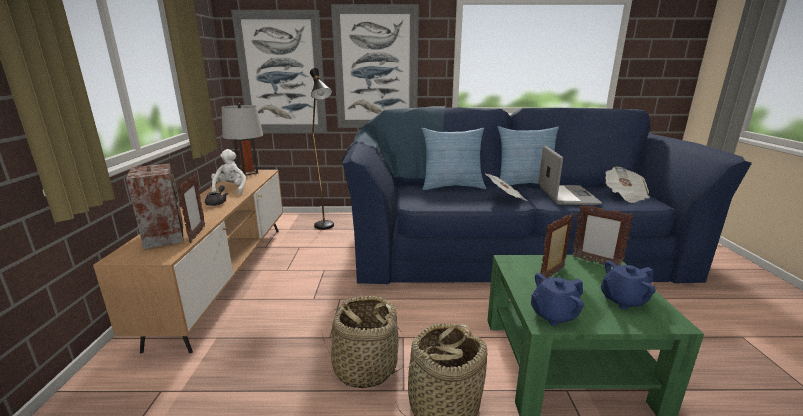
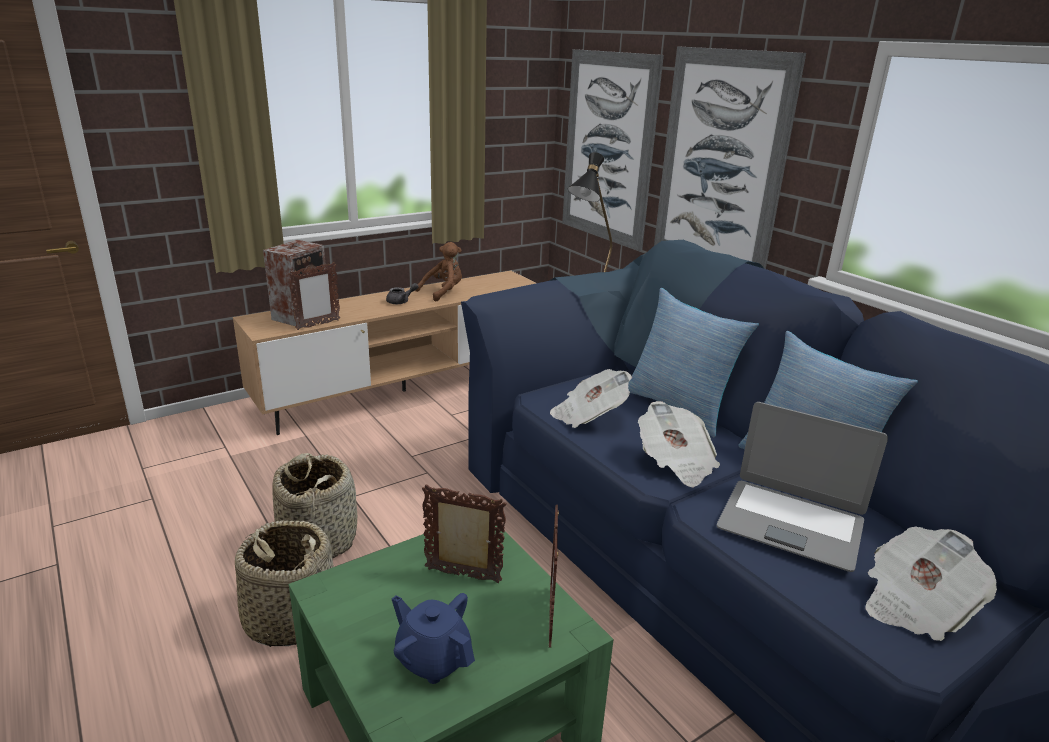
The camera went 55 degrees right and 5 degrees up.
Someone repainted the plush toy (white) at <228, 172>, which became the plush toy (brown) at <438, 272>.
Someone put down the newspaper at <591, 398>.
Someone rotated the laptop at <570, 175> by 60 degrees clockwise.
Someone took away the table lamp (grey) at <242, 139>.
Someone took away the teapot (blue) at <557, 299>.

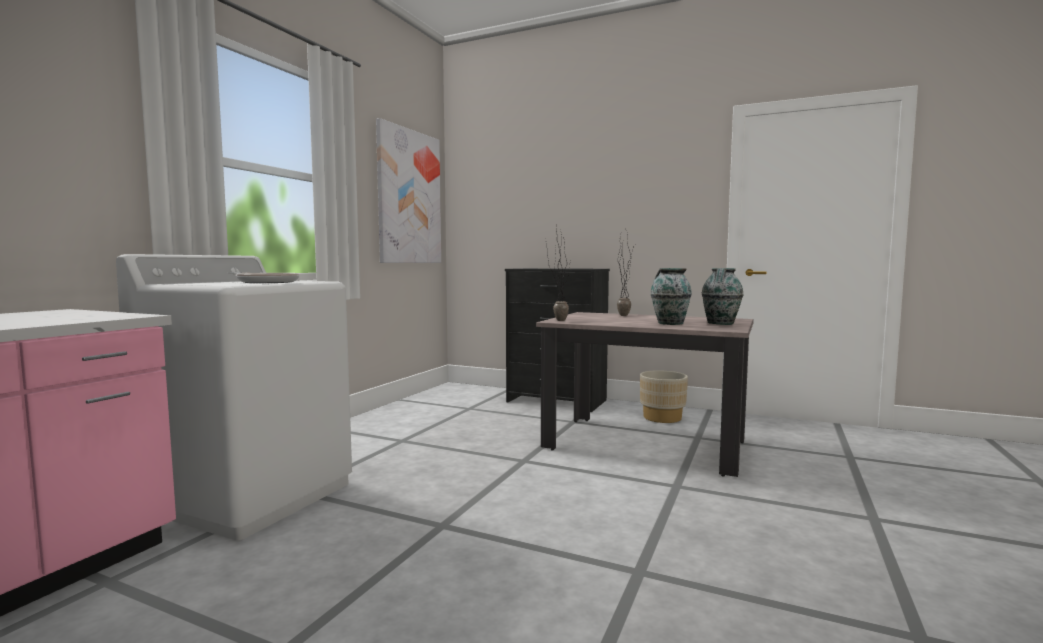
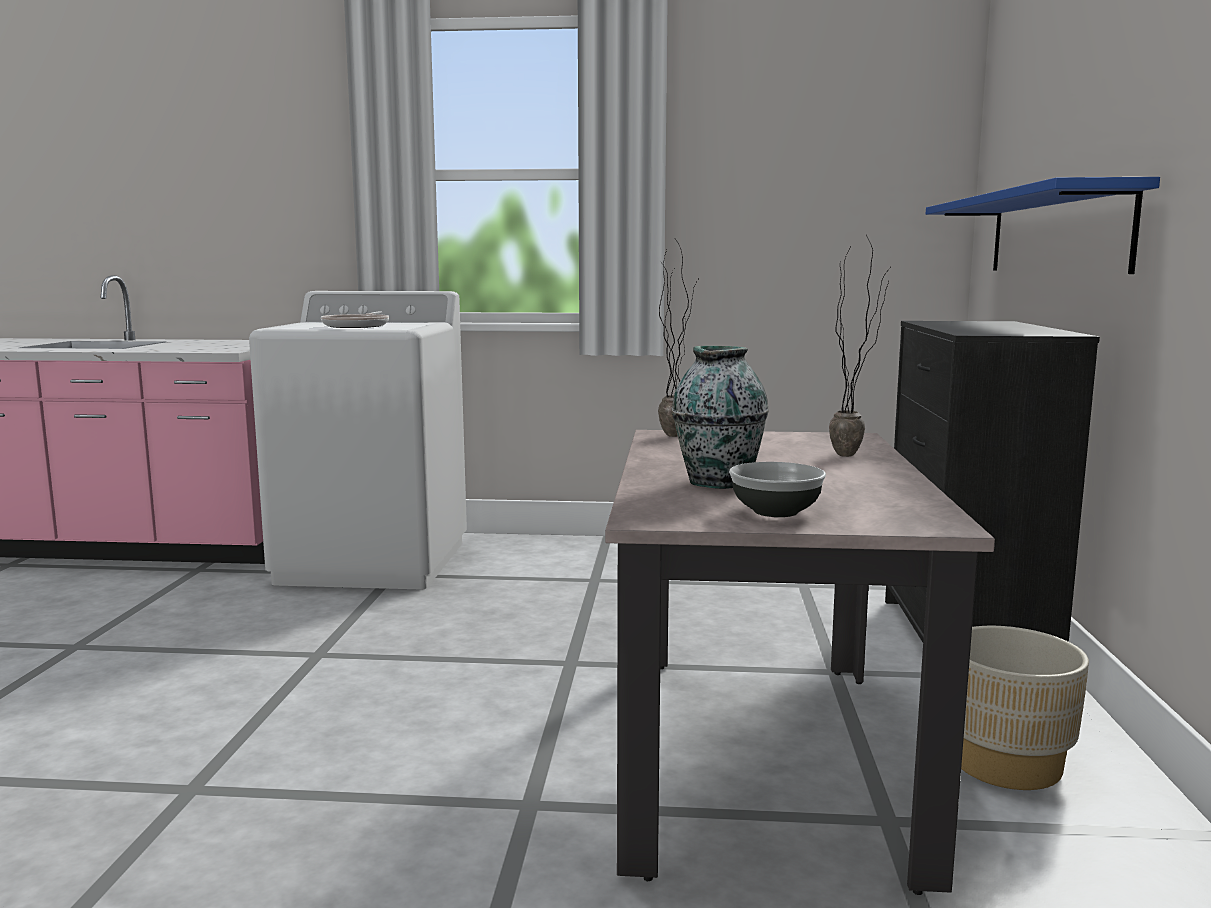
The camera went 70 degrees right and 5 degrees up.
Someone swapped the vase at <723, 296> for the bowl at <777, 489>.
Someone put up the shelf (blue) at <1043, 225>.
Someone took away the picture at <408, 190>.

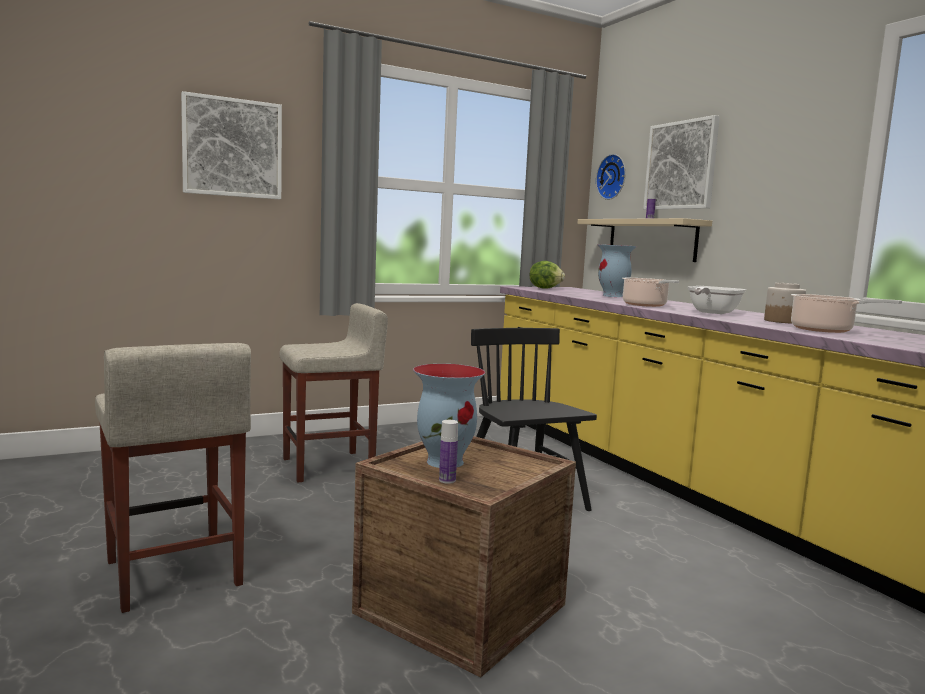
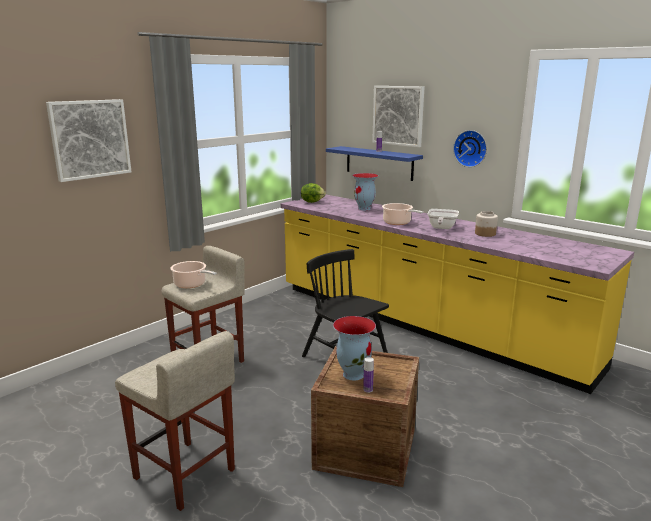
The camera went 20 degrees left and 10 degrees up.
Someone carried the cooking pot from <846, 313> to <194, 274>.
Someone repainted the shelf (beige) at <644, 240>, which became the shelf (blue) at <374, 163>.
Someone carried the wall clock from <611, 177> to <470, 148>.

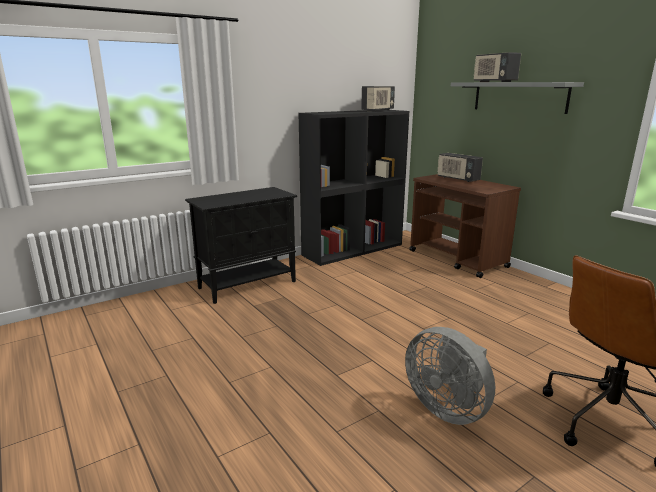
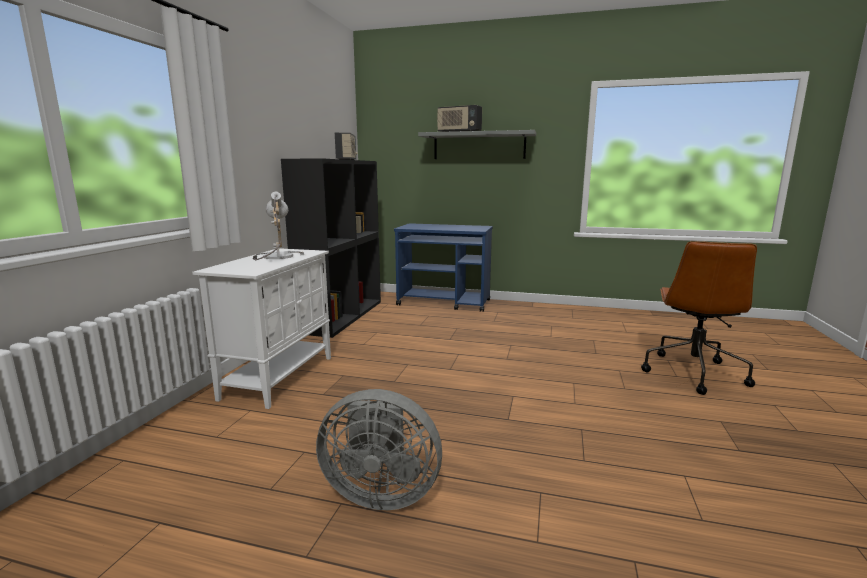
The camera went 40 degrees left and 5 degrees down.
Someone repainted the cabinet (black) at <241, 245>, which became the cabinet (white) at <261, 328>.
Someone put down the table lamp at <278, 226>.
Someone carried the fan (grey) from <450, 376> to <379, 449>.
Someone repainted the cart (brown) at <465, 226>, which became the cart (blue) at <443, 267>.
Someone took away the radio at <460, 167>.

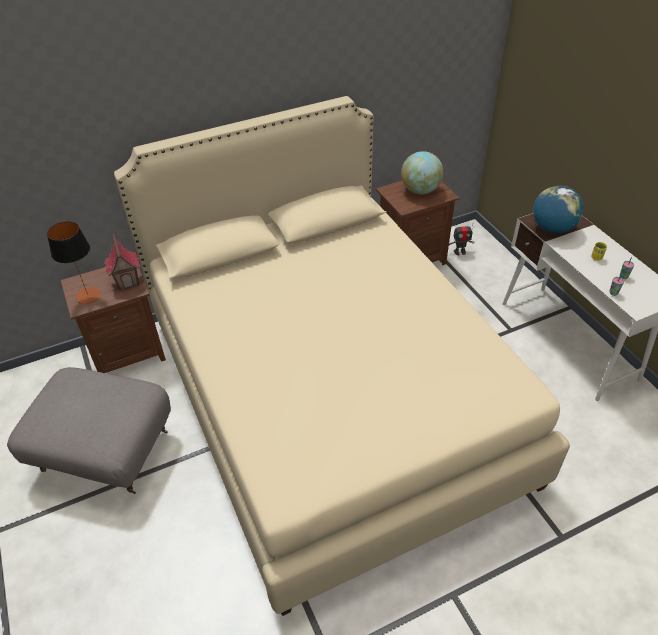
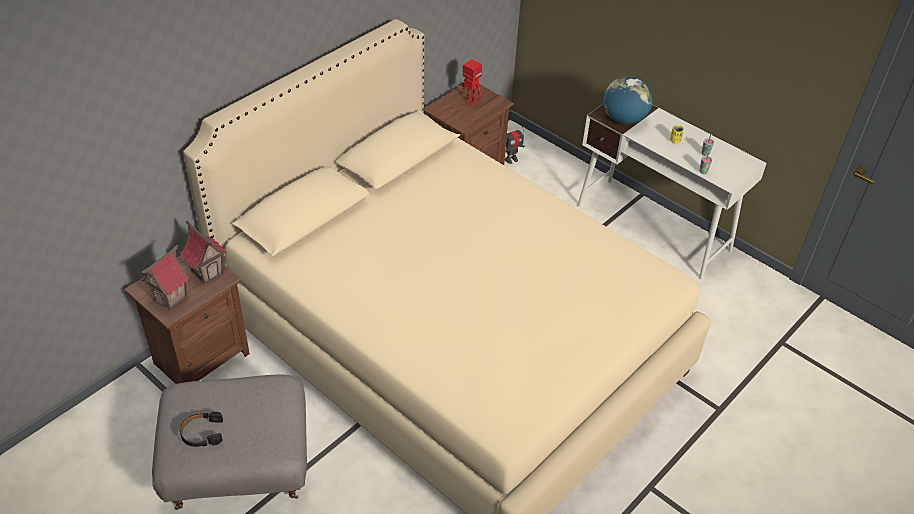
The camera went 25 degrees left and 0 degrees up.
Someone swapped the table lamp at <74, 262> for the toy house at <165, 277>.
Someone put down the headphones (black) at <201, 429>.
Someone swapped the globe at <422, 172> for the toy robot at <472, 82>.

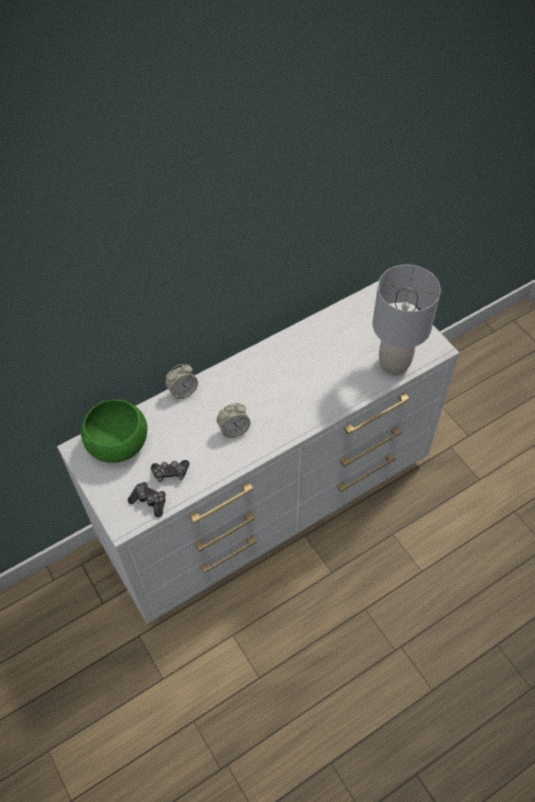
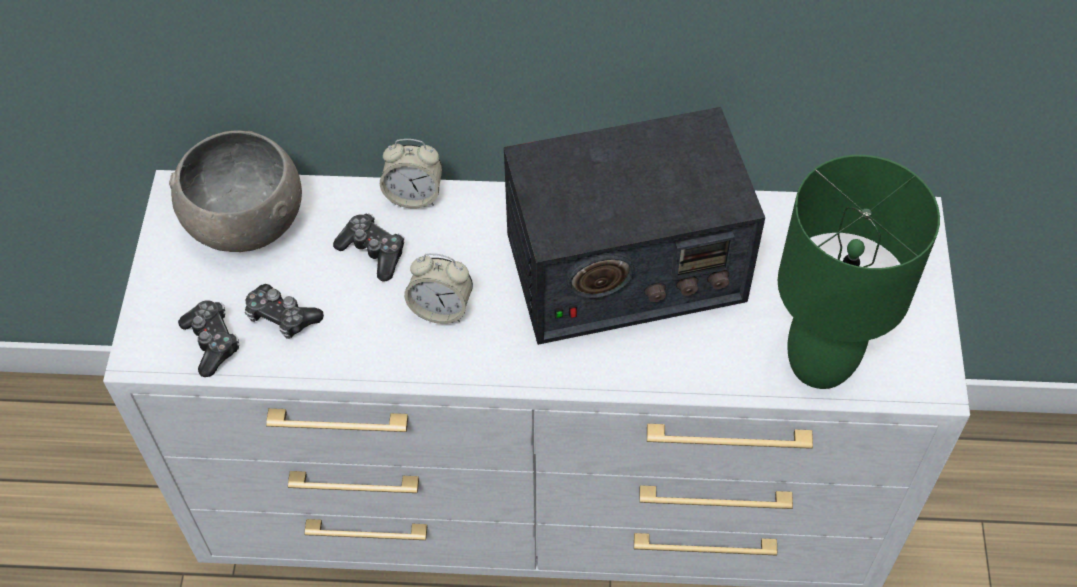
The camera went 35 degrees right and 0 degrees up.
Someone repainted the bowl (green) at <114, 431>, which became the bowl (grey) at <235, 191>.
Someone put down the game controller at <368, 247>.
Someone put down the radio at <634, 226>.
Someone repainted the table lamp (grey) at <406, 320>, which became the table lamp (green) at <859, 272>.

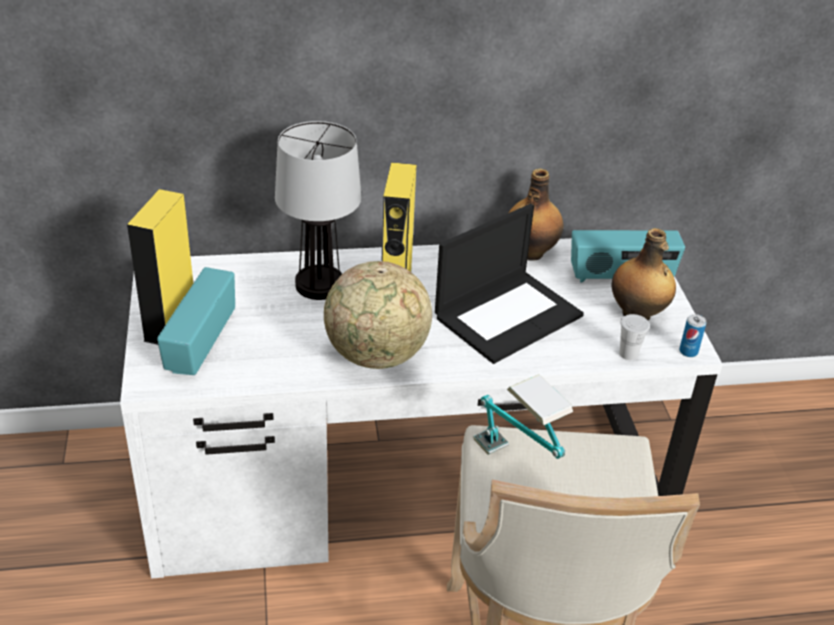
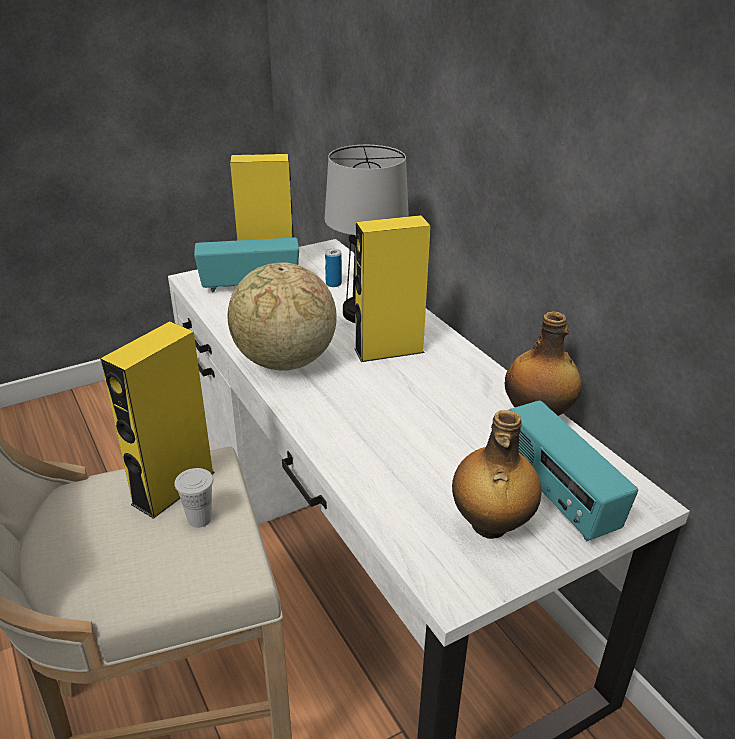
The camera went 70 degrees right and 5 degrees down.
Someone swapped the table lamp at <523, 416> for the speaker (yellow) at <157, 420>.
Someone carried the cup (white) from <635, 337> to <194, 498>.
Someone carried the can from <692, 335> to <333, 268>.
Someone took away the laptop at <509, 284>.

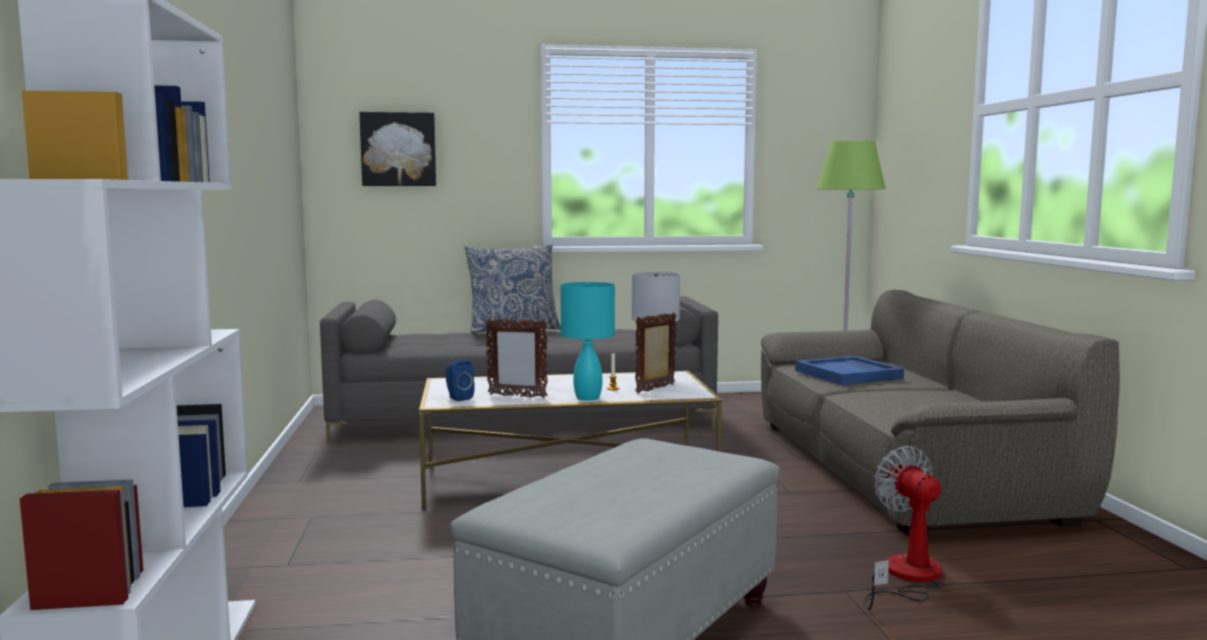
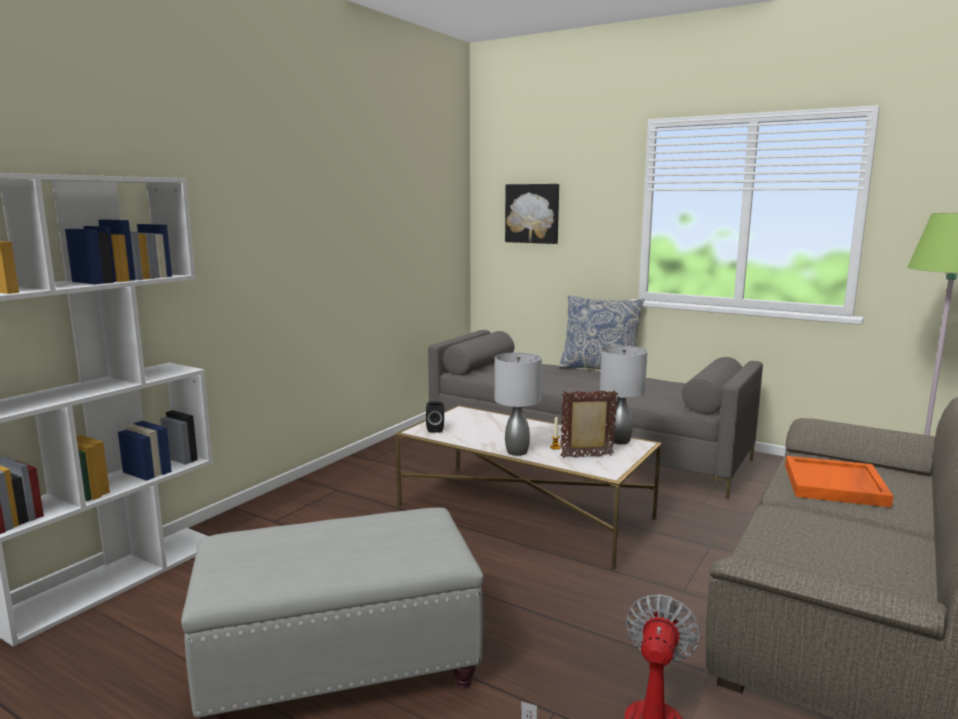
The camera went 40 degrees right and 5 degrees up.
Someone repainted the speaker (blue) at <460, 380>, which became the speaker (black) at <435, 416>.
Someone repainted the table lamp (turquoise) at <587, 341>, which became the table lamp (grey) at <518, 404>.
Someone repainted the tray (blue) at <849, 370>, which became the tray (orange) at <839, 482>.
Someone took away the picture frame at <516, 358>.

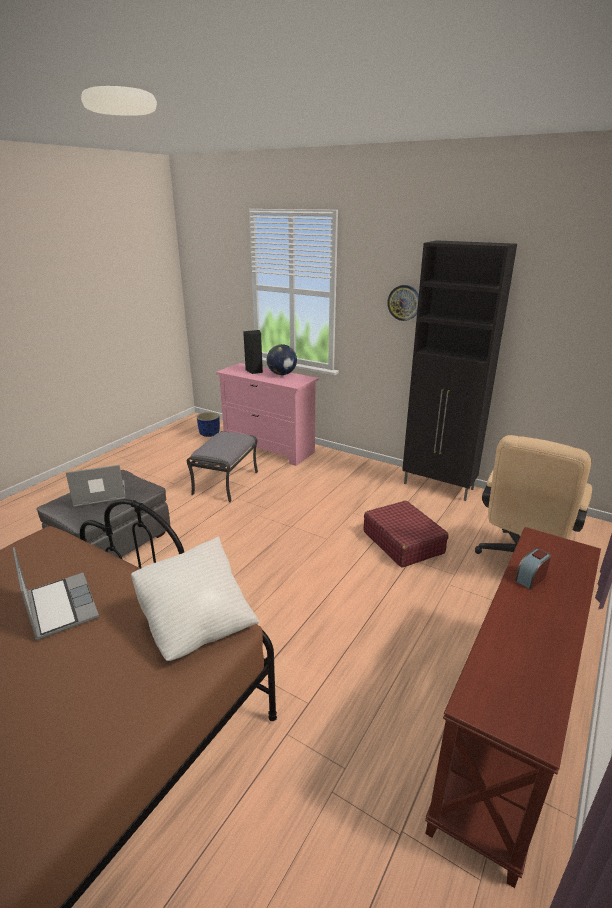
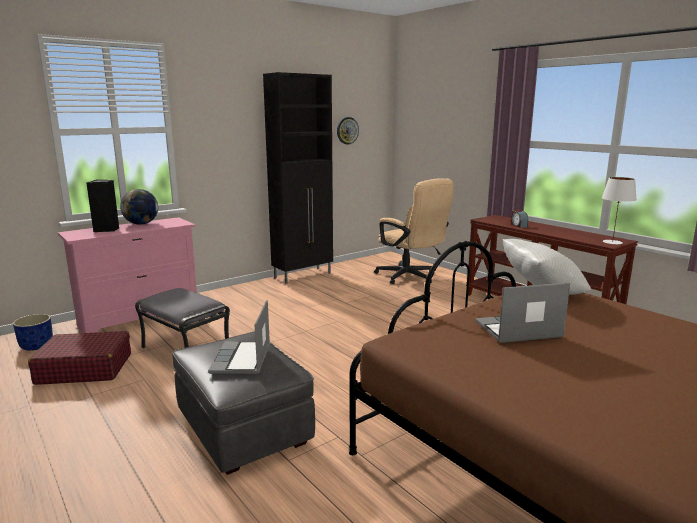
The camera went 70 degrees left and 10 degrees down.
Someone carried the suitcase (red) from <406, 533> to <79, 358>.
Someone carried the wall clock from <403, 303> to <348, 130>.
Someone put down the table lamp (white) at <619, 210>.

